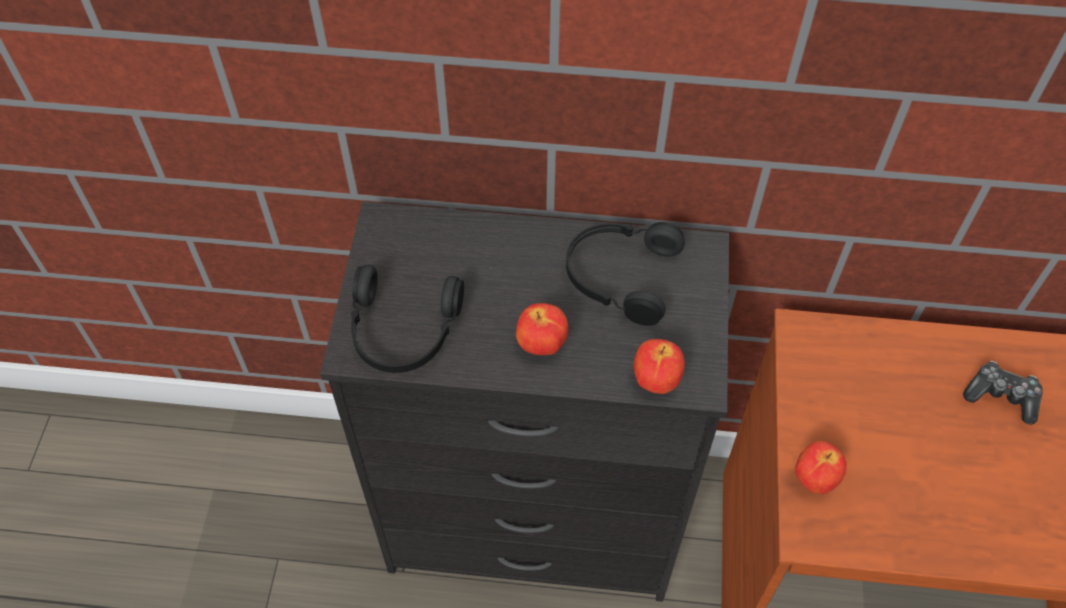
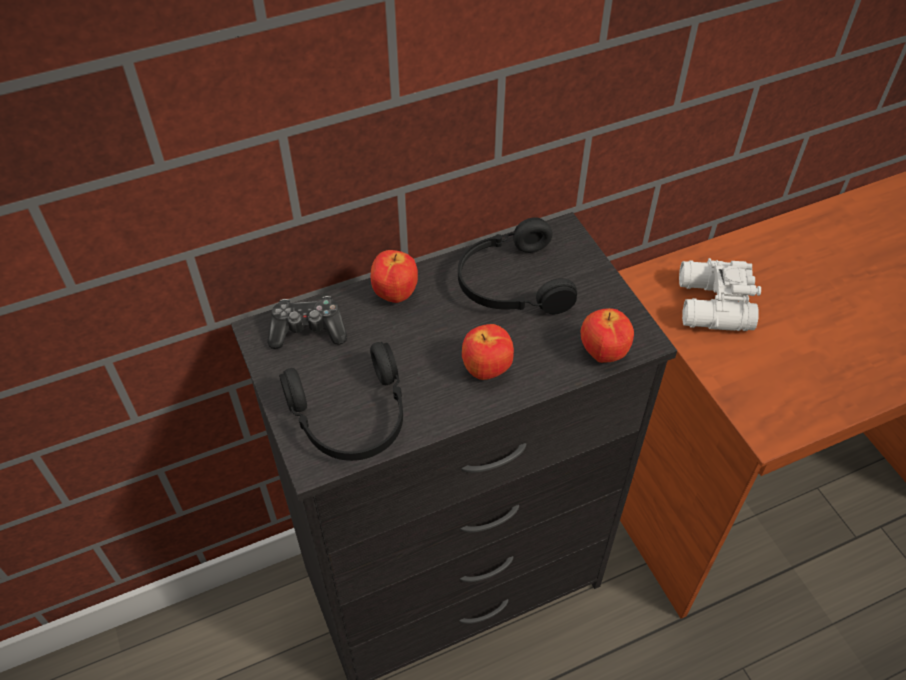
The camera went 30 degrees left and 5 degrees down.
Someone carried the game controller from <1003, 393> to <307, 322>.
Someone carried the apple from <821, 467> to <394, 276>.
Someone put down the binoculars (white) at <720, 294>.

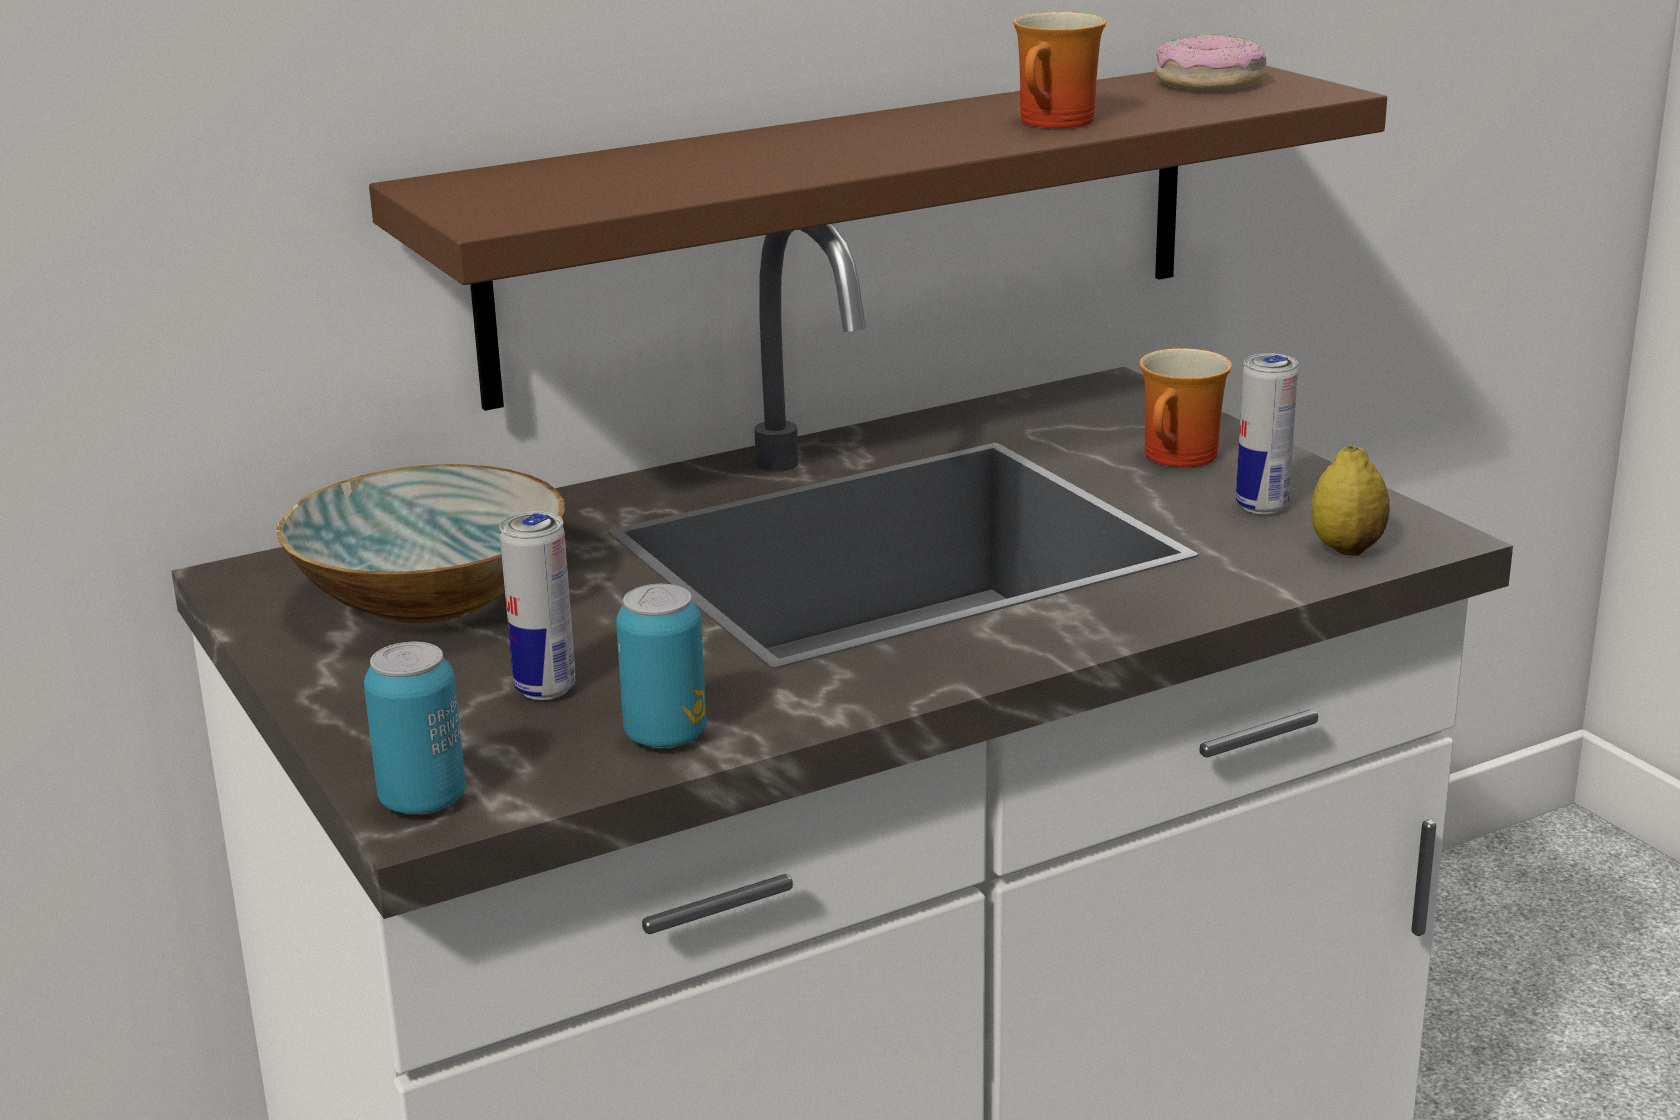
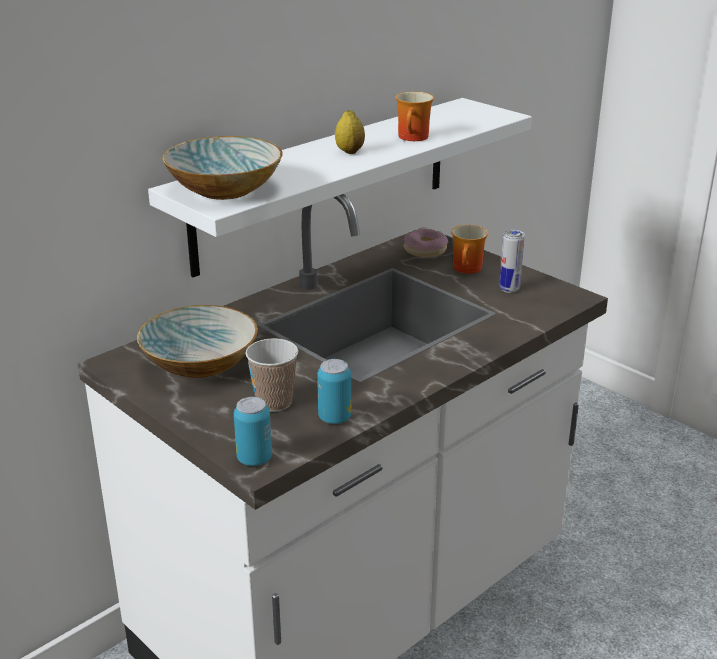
The camera went 15 degrees left and 5 degrees up.
Someone repainted the shelf (brown) at <878, 238>, which became the shelf (white) at <340, 187>.
Someone put down the bowl at <222, 168>.
Someone swapped the can at <537, 606> for the cup at <271, 375>.
Someone carried the lemon from <1350, 500> to <350, 132>.
Someone carried the donut from <1210, 62> to <426, 243>.

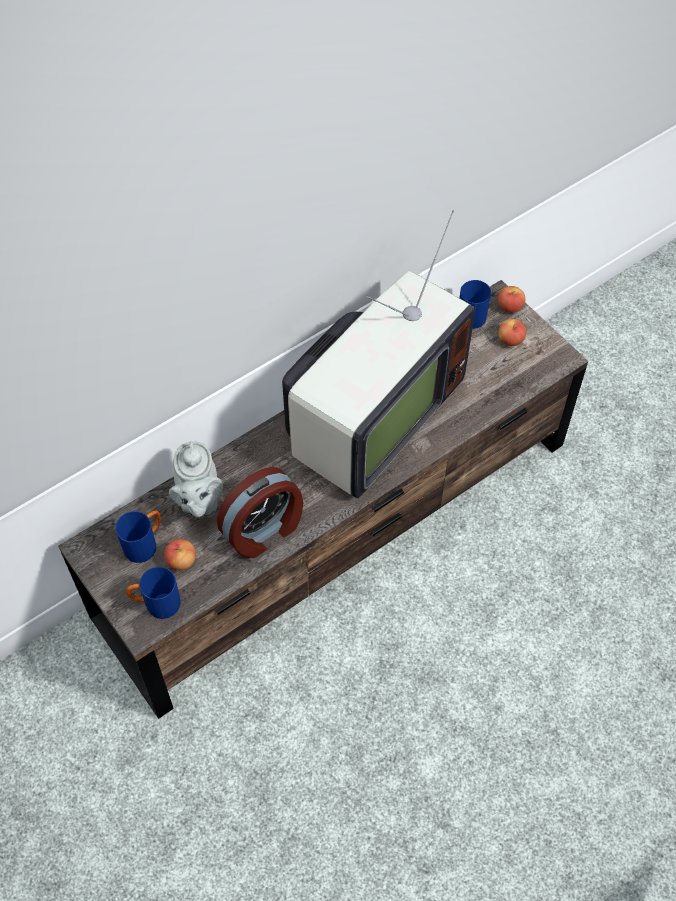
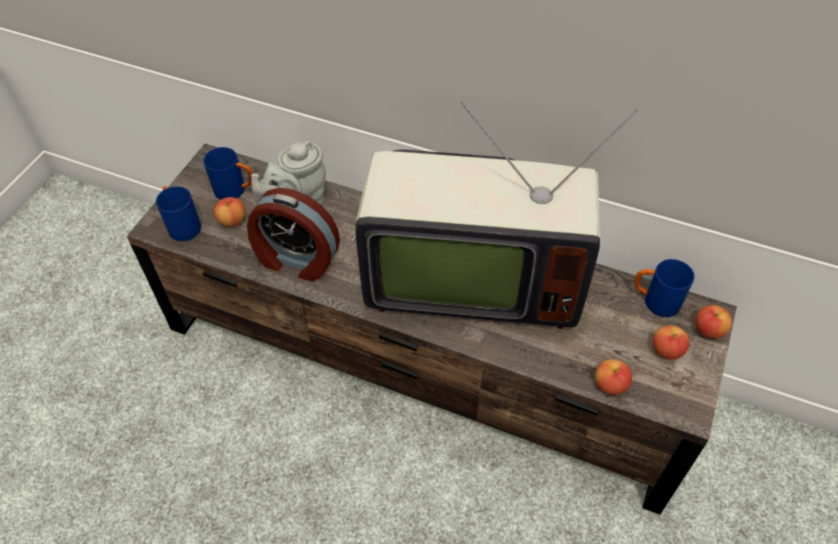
The camera went 60 degrees right and 5 degrees down.
Someone put down the apple at <613, 377>.

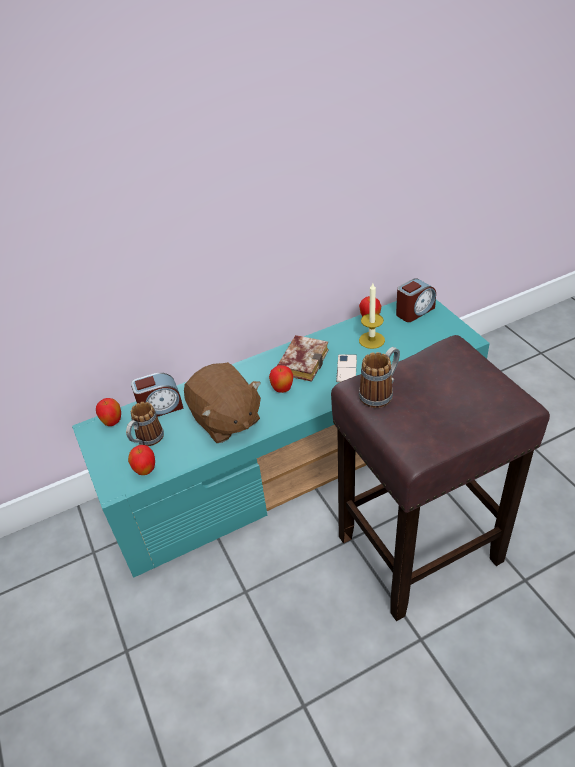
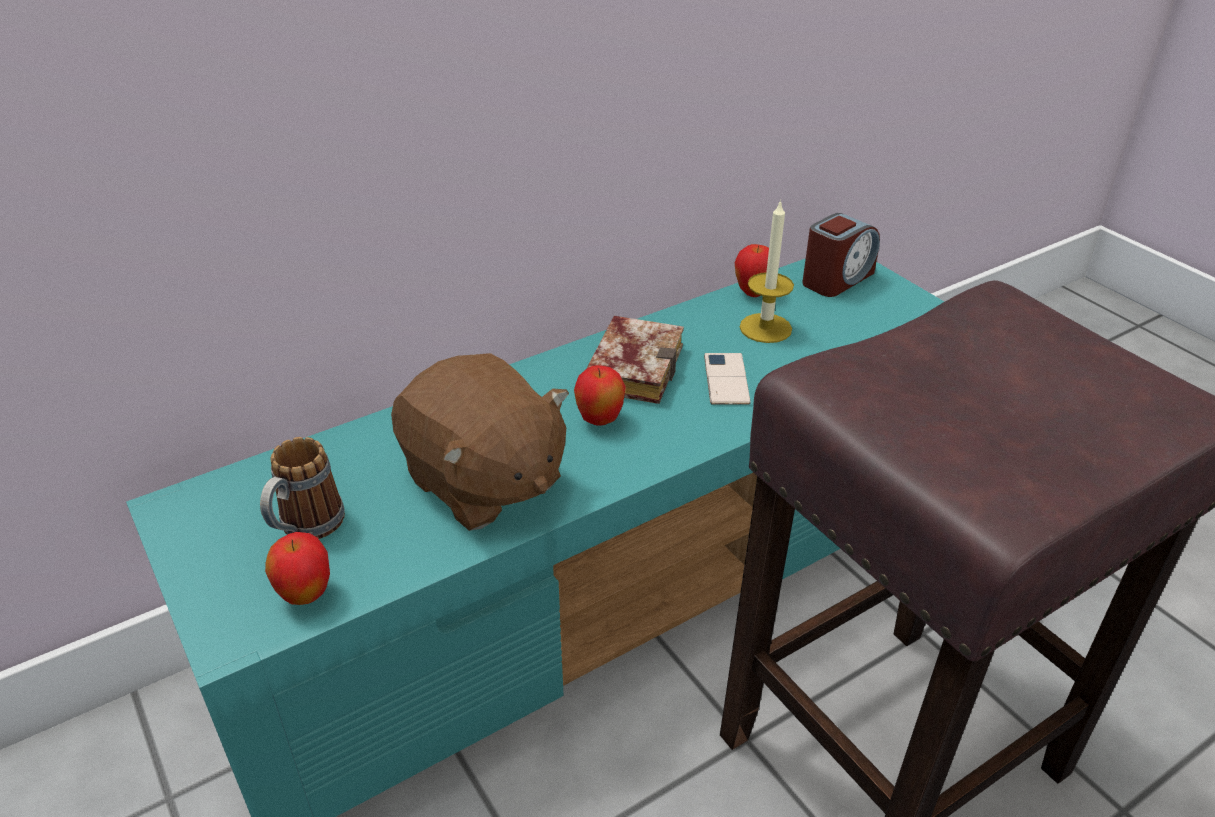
The camera went 10 degrees left and 5 degrees down.
Someone took away the apple at <108, 412>.
Someone took away the alarm clock at <157, 395>.
Someone took away the mug at <379, 377>.

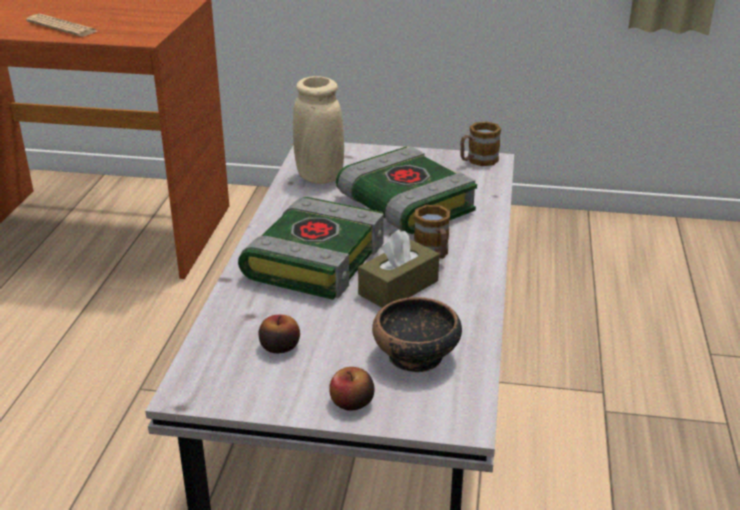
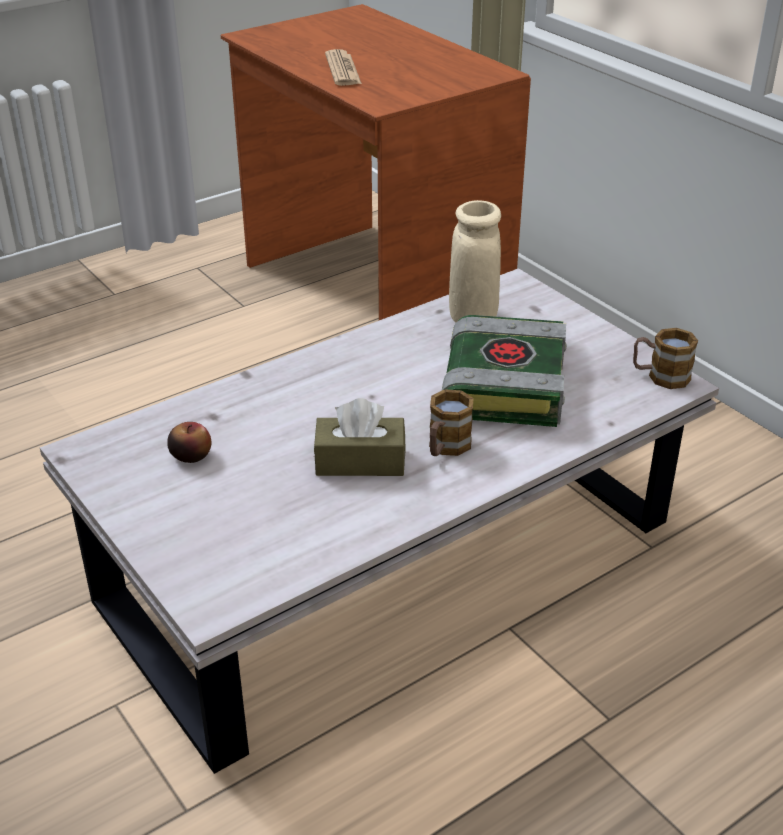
The camera went 45 degrees right and 5 degrees up.
Someone took away the book at <311, 248>.
Someone took away the apple at <352, 389>.
Someone took away the bowl at <417, 334>.

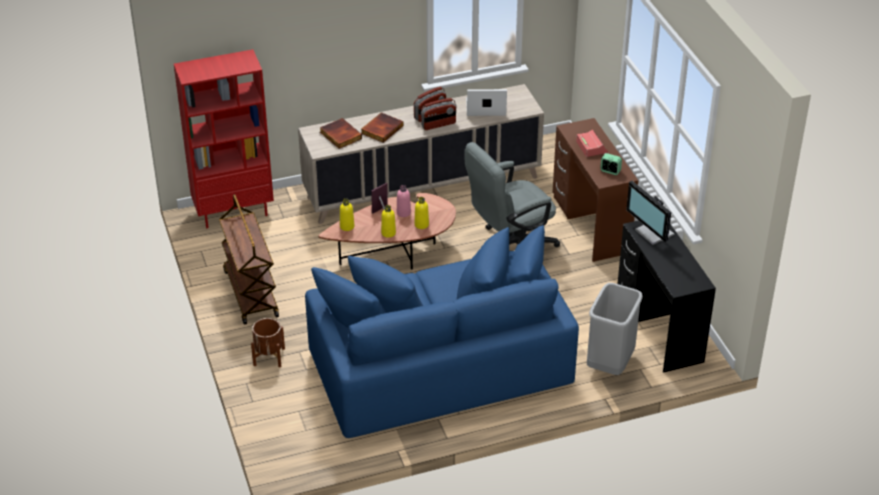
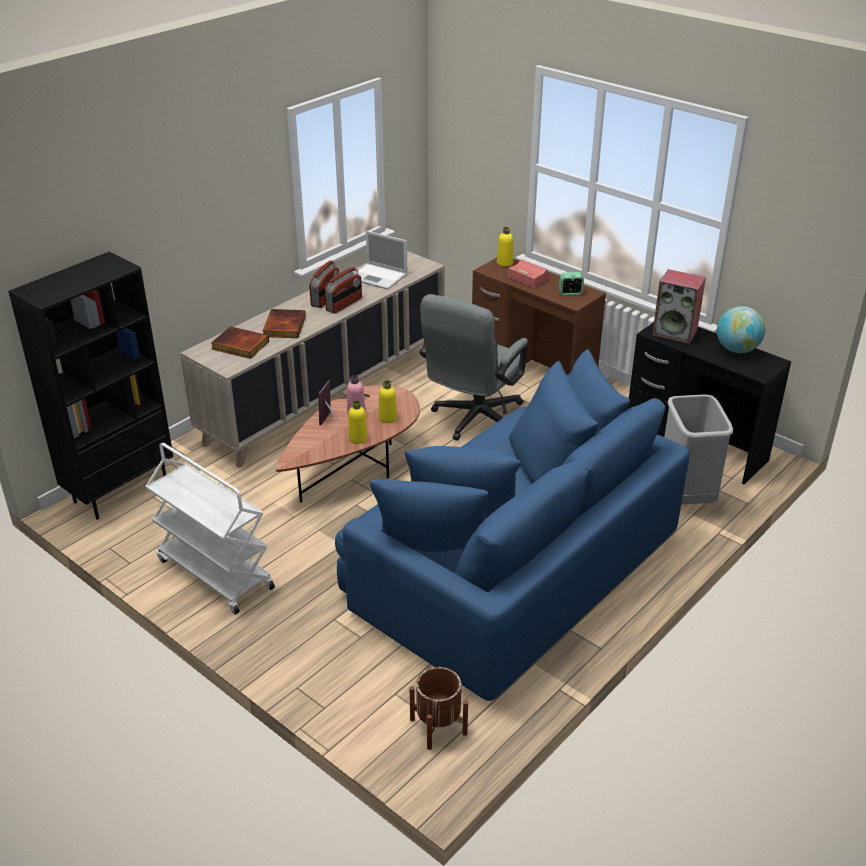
The camera went 30 degrees left and 5 degrees down.
Someone repainted the bookcase (red) at <224, 138>, which became the bookcase (black) at <91, 386>.
Someone repainted the cart (brown) at <249, 259>, which became the cart (white) at <210, 528>.
Someone rotated the laptop at <486, 102> by 120 degrees counterclockwise.
Someone carried the planter (brown) from <268, 342> to <439, 708>.
Someone carried the bottle (yellow) from <347, 215> to <505, 247>.
Someone swapped the monitor at <650, 213> for the speaker at <679, 306>.
Someone put down the globe at <741, 329>.

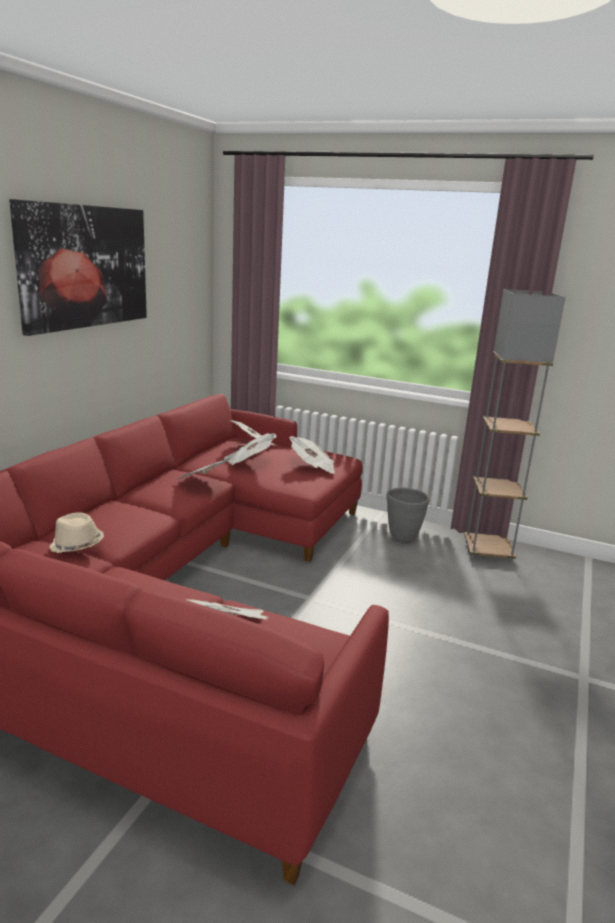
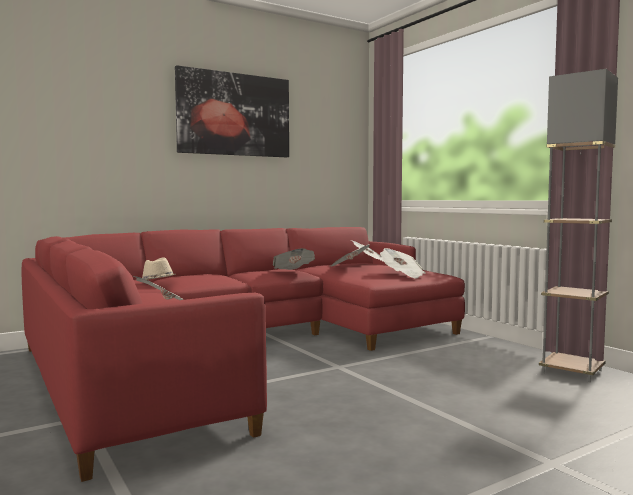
The camera went 35 degrees right and 15 degrees down.
Someone took away the planter (grey) at <408, 514>.

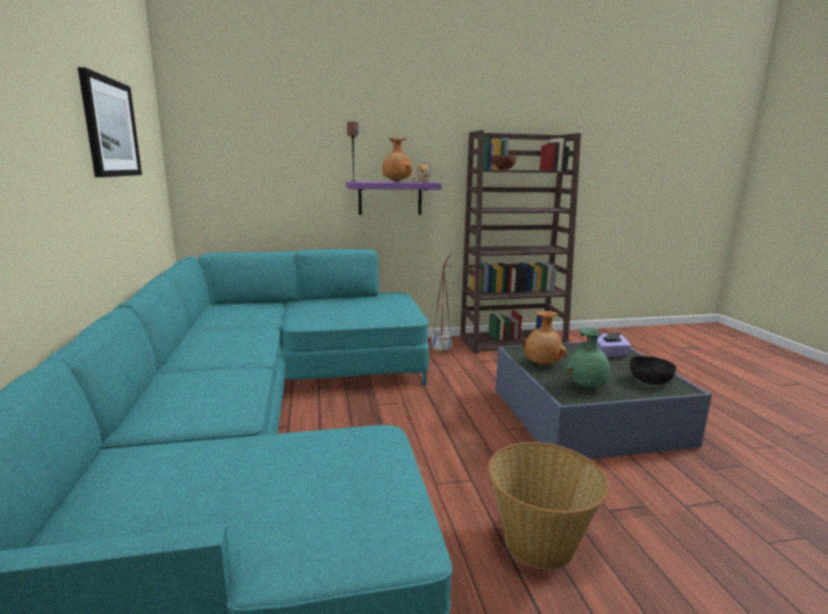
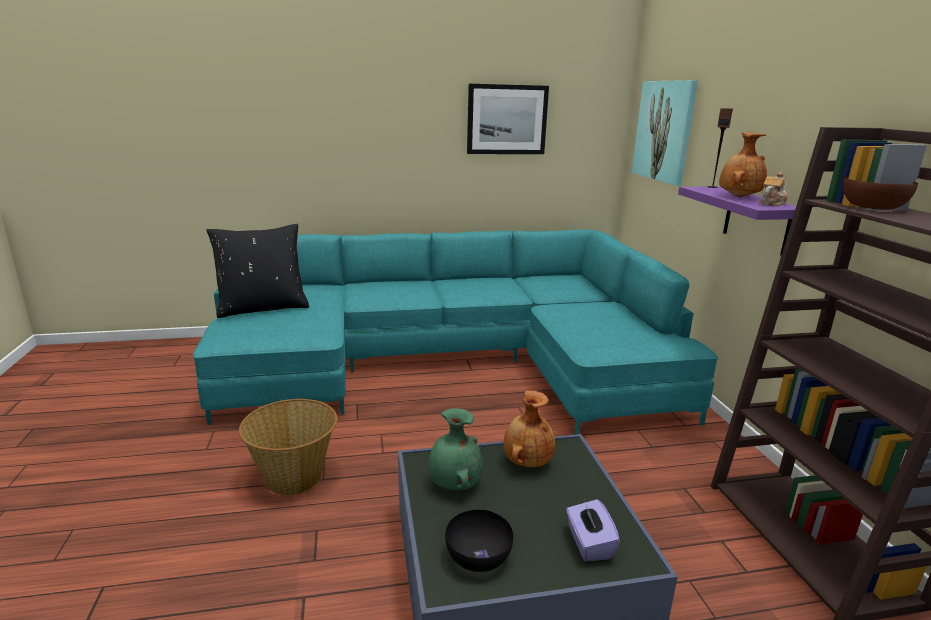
The camera went 90 degrees right and 5 degrees up.
Someone put down the pillow (black) at <257, 271>.
Someone put up the picture at <665, 133>.
Someone took away the planter at <441, 304>.

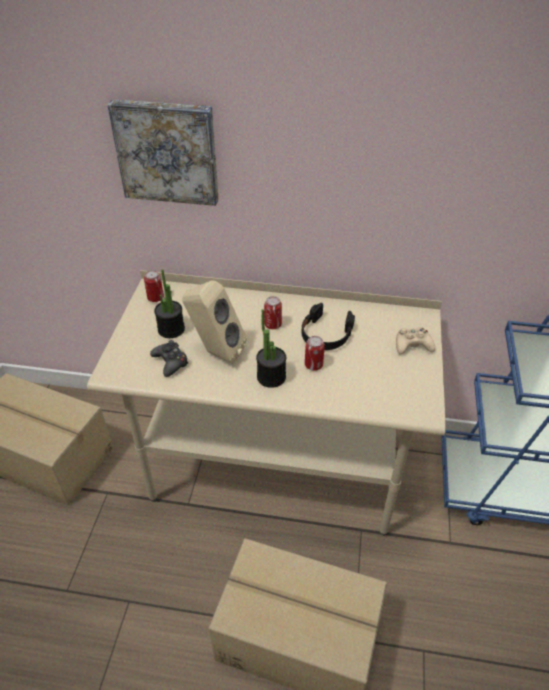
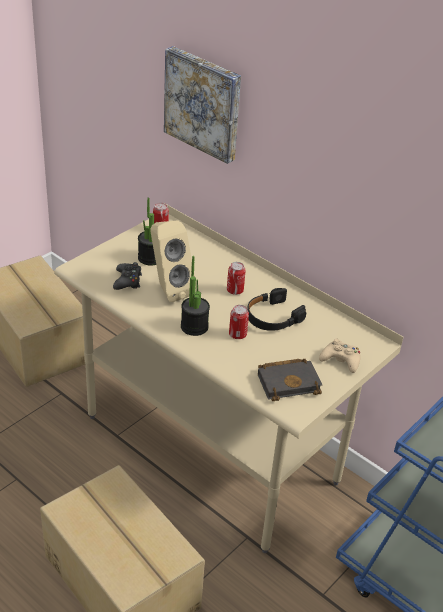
The camera went 30 degrees right and 5 degrees down.
Someone put down the book (black) at <290, 380>.

